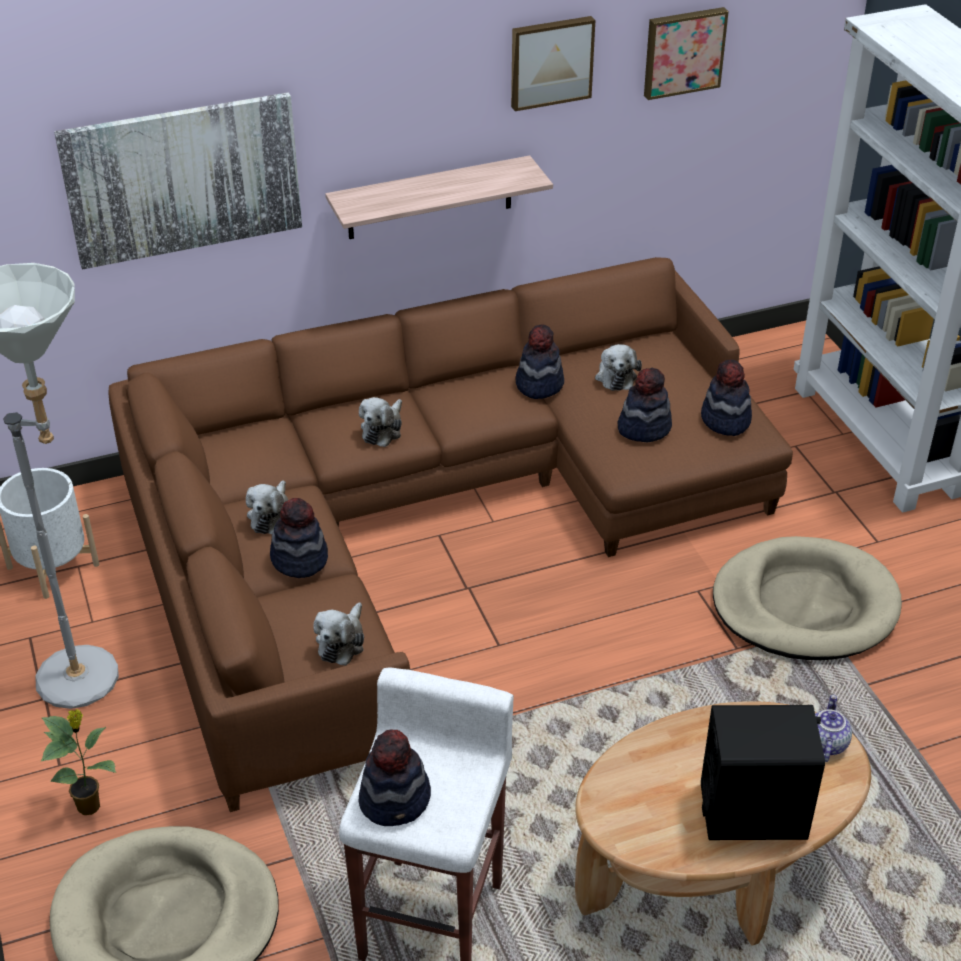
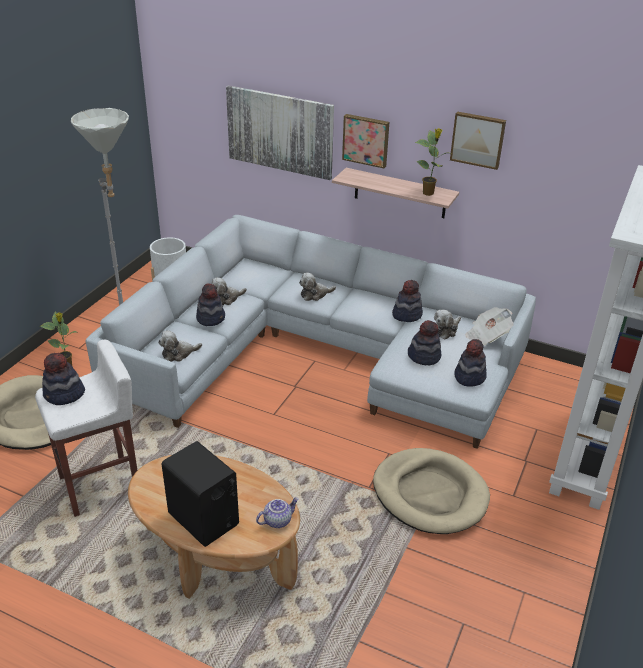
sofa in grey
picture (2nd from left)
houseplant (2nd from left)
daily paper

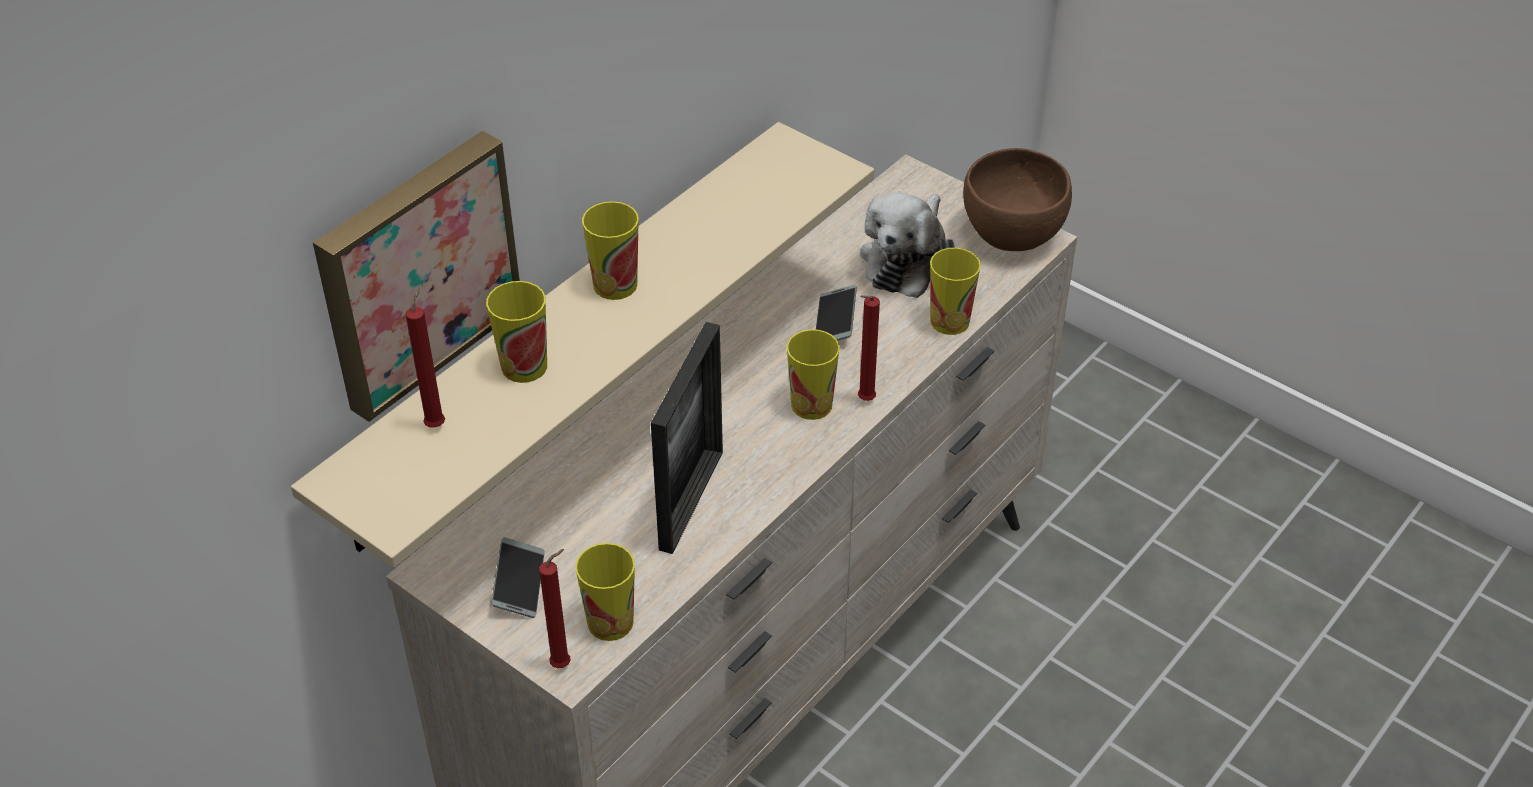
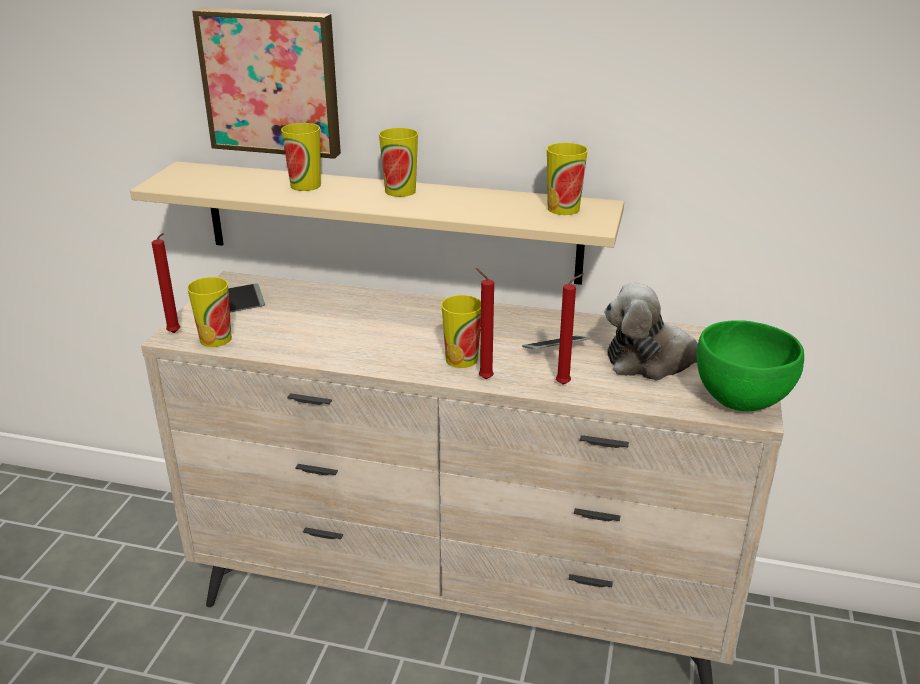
drinking cup (5th from left)
wax light in reddish (3rd from left)
deep dish in green-coloured
photo frame

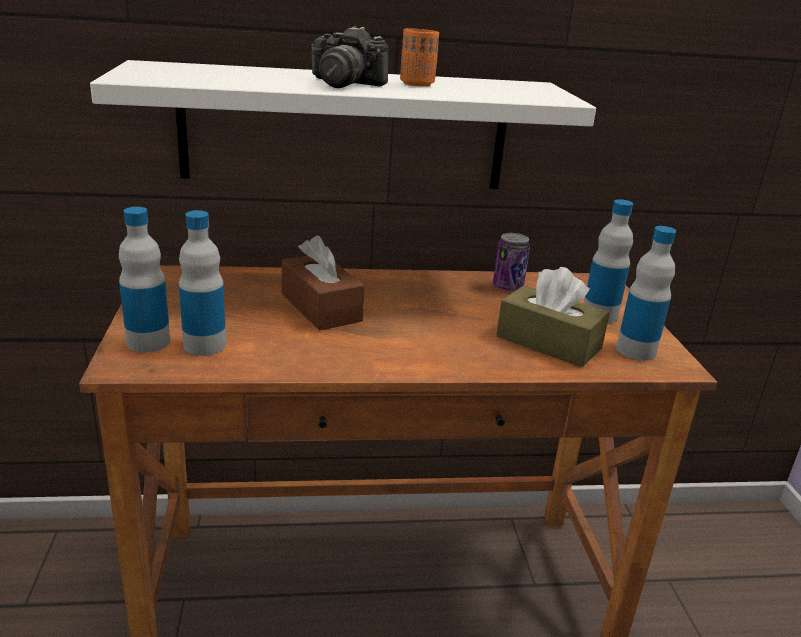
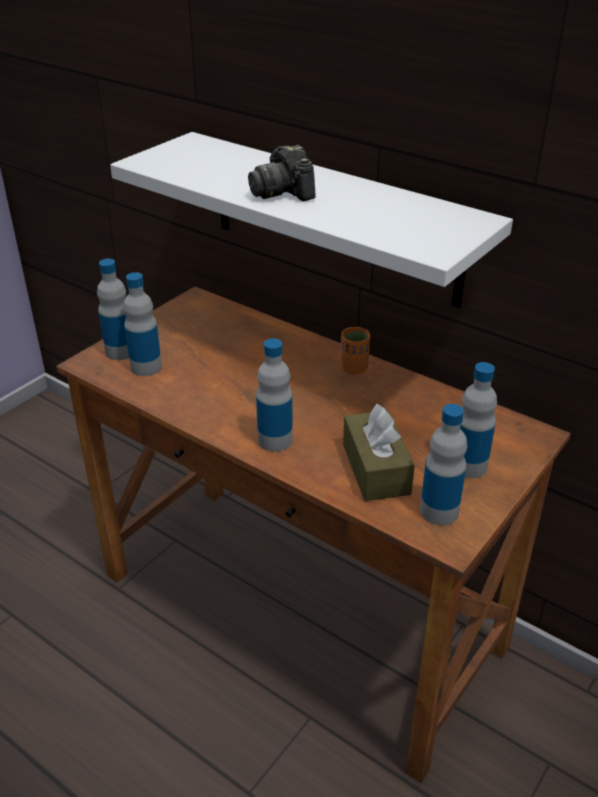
beverage bottle (3rd from left)
drinking cup in orangey
tissue box in brownish (1st from left in the first image)
can

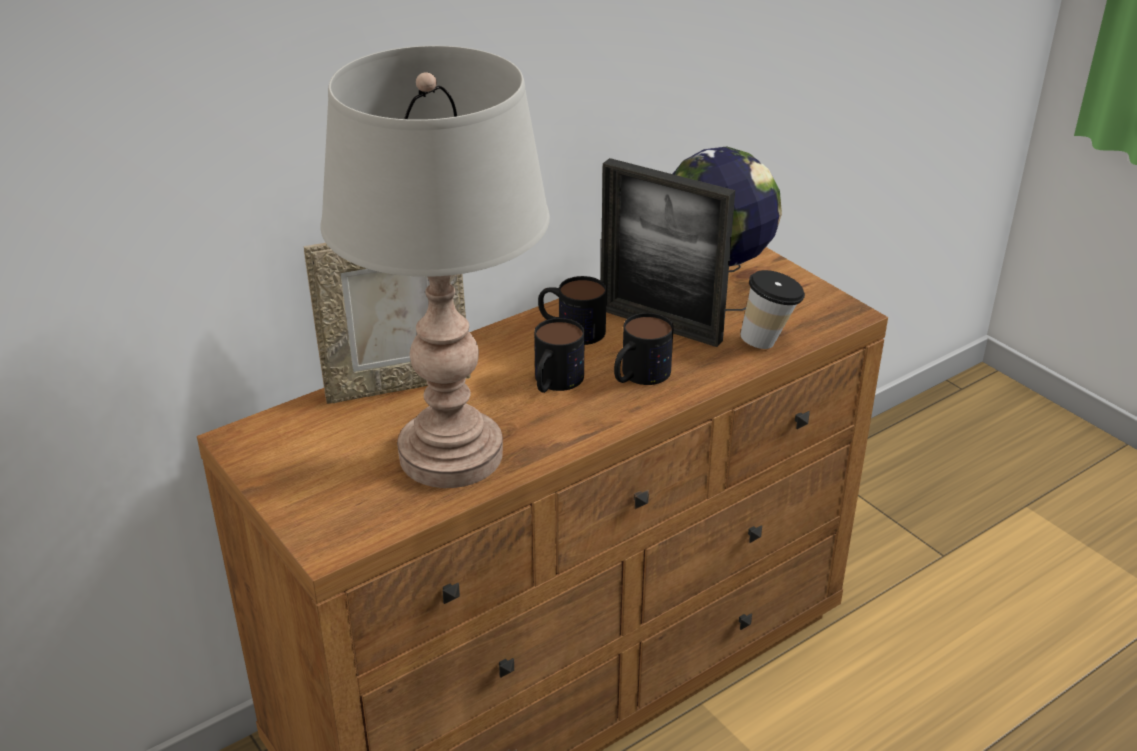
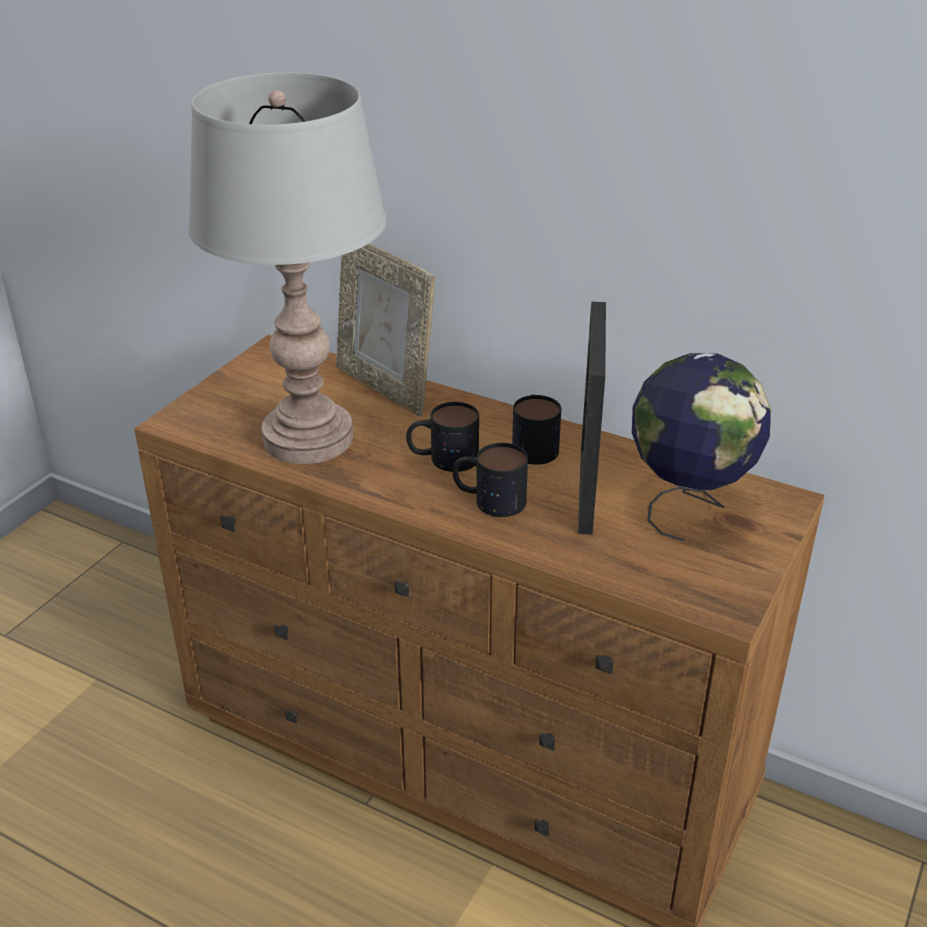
drinking cup

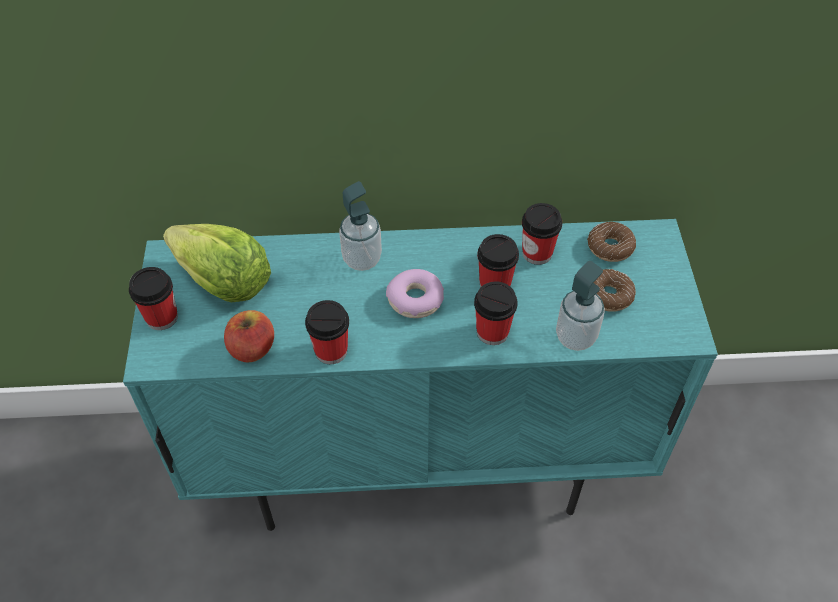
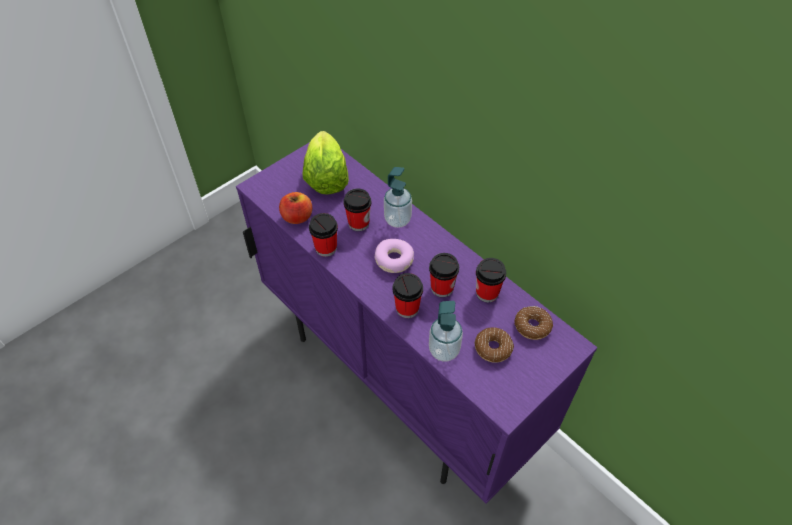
cupboard in purplish
drinking cup (2nd from left)

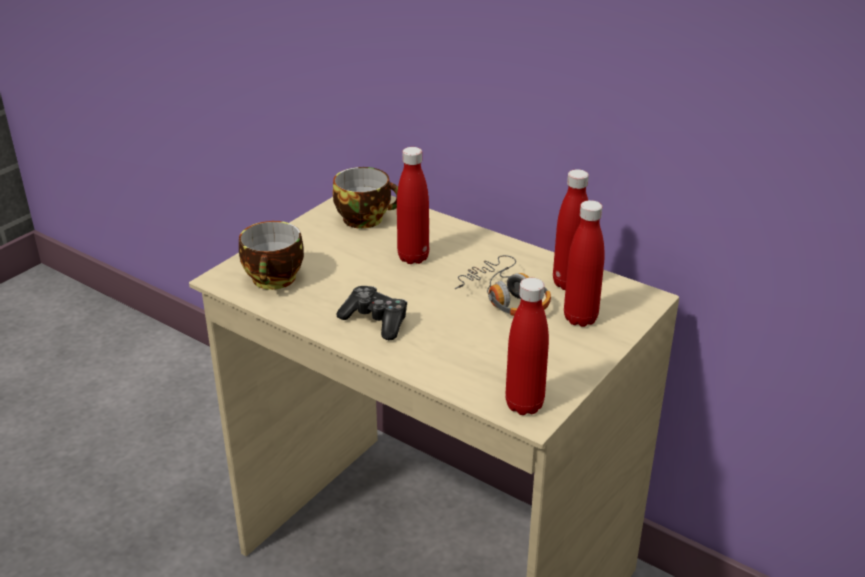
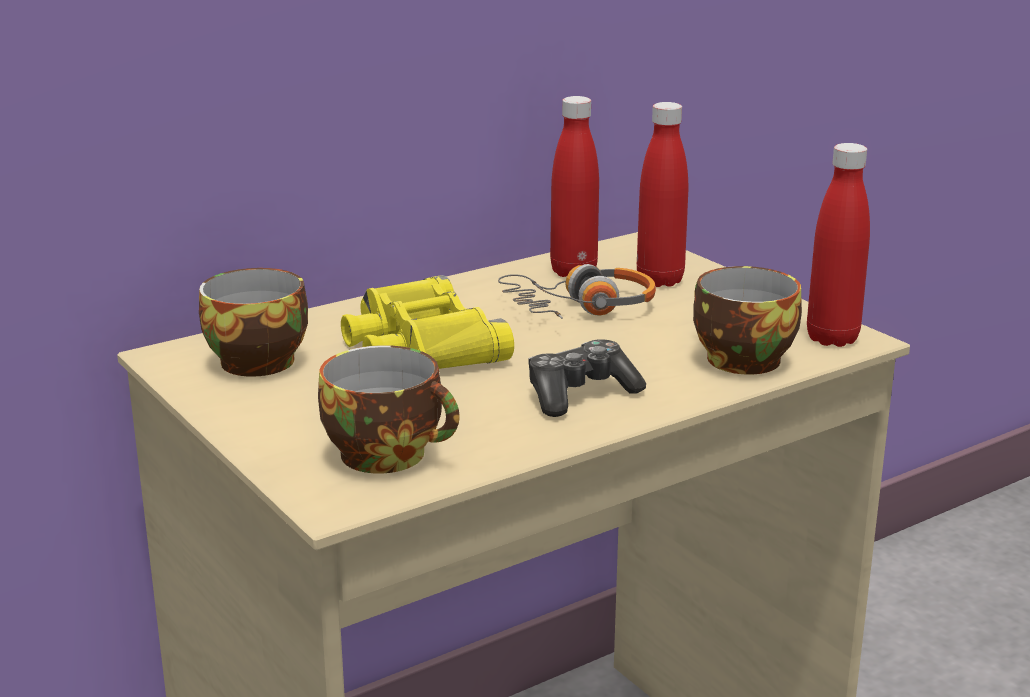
field glasses in yellow-coloured
drinking cup (3rd from left)

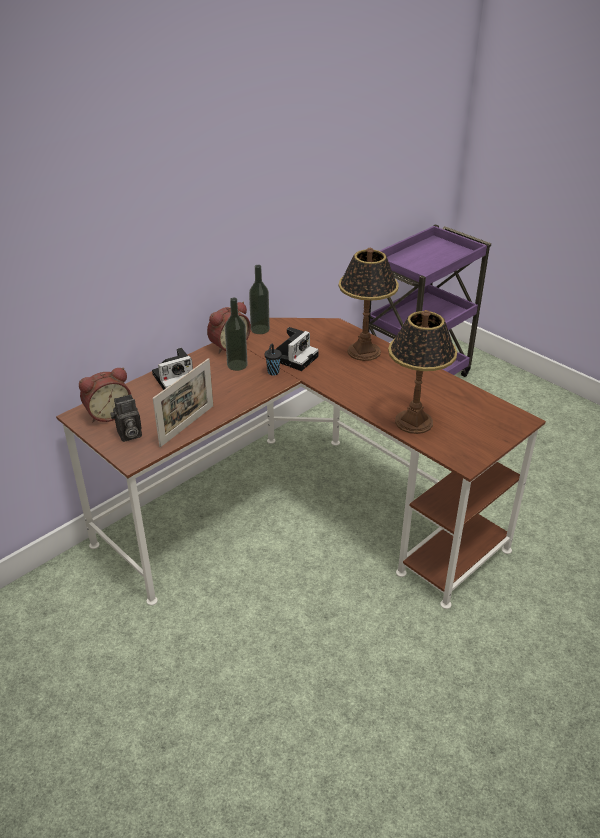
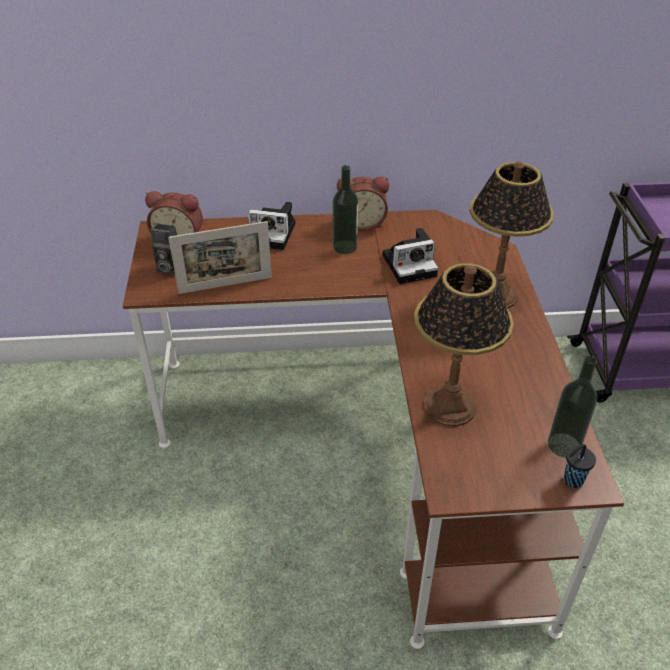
beverage bottle (2nd from left)
drinking cup in blackish

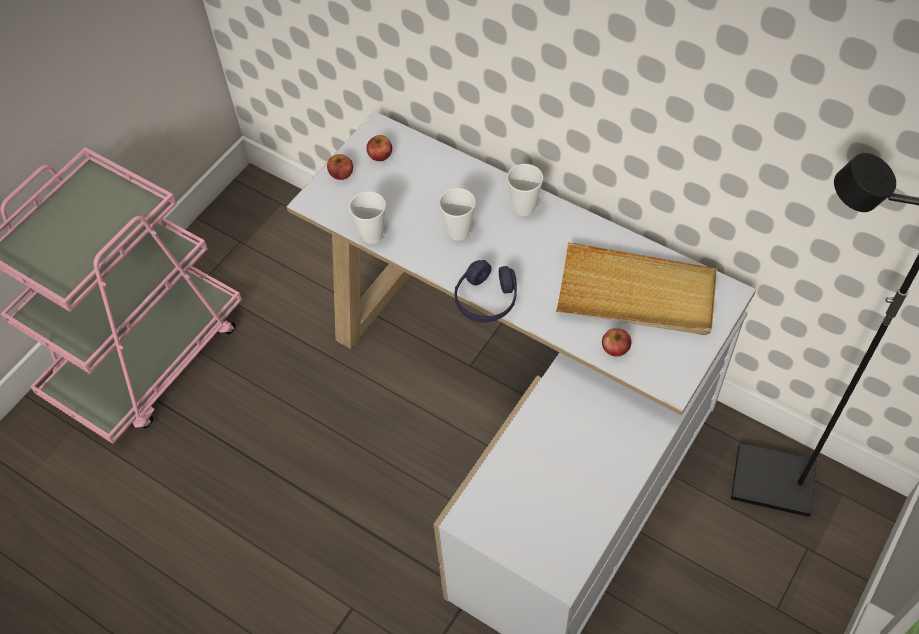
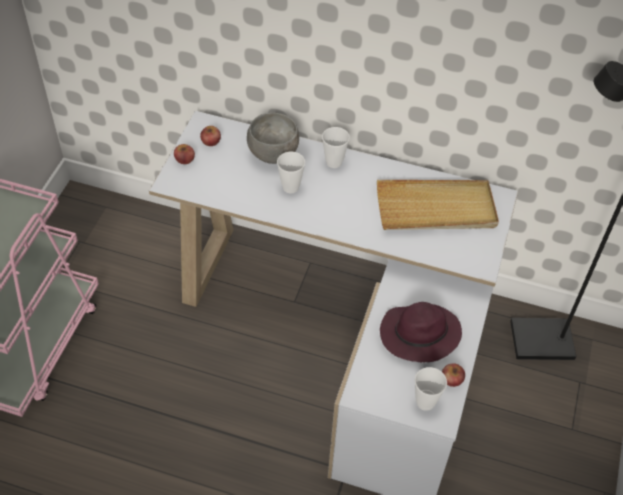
deep dish in grey
clothing hat in purplish
drinking cup (3rd from left)
apple fruit (3rd from left)
headset in purplish

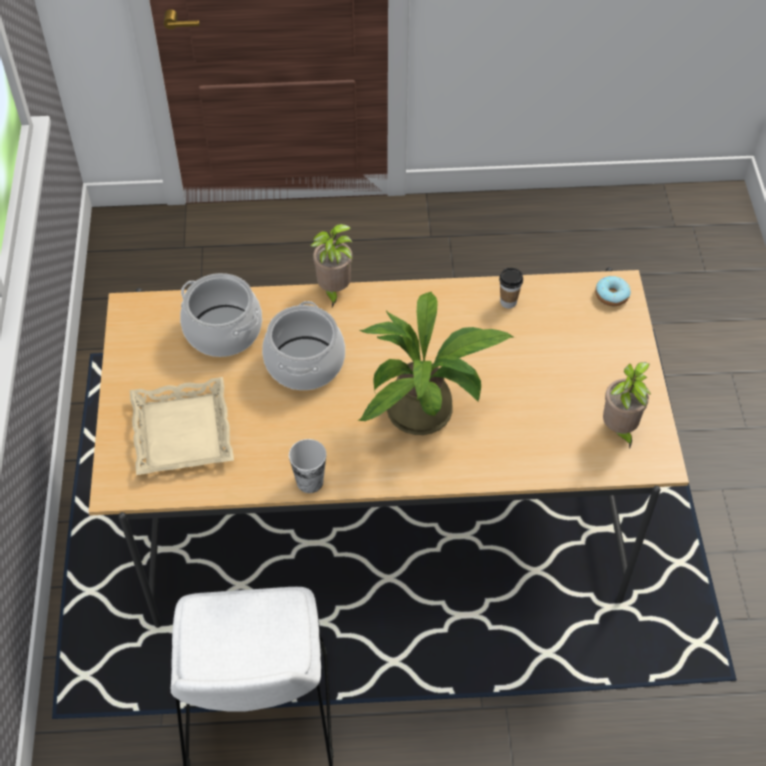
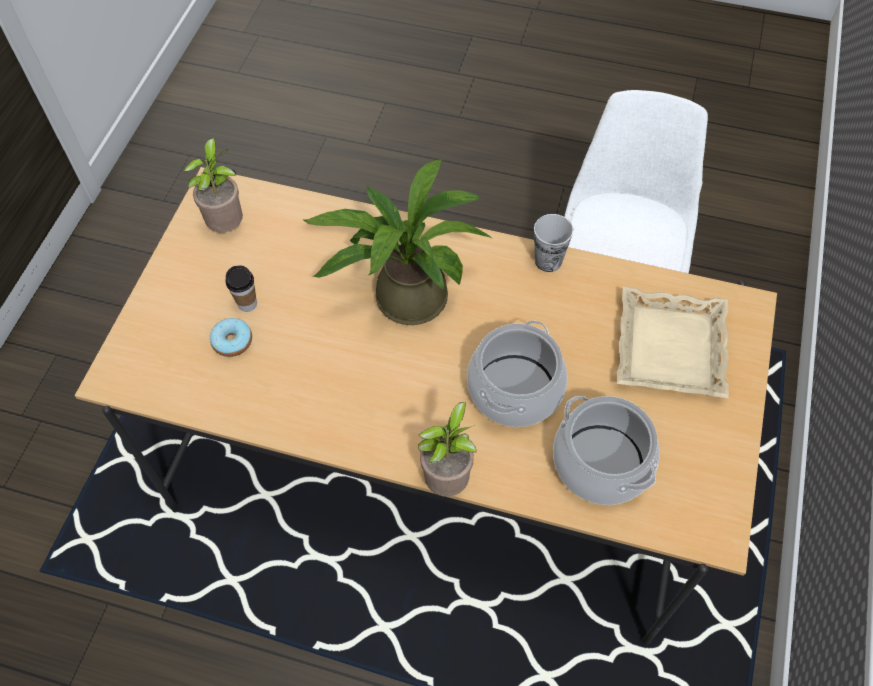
ring doughnut
drinking cup (1st from left)

